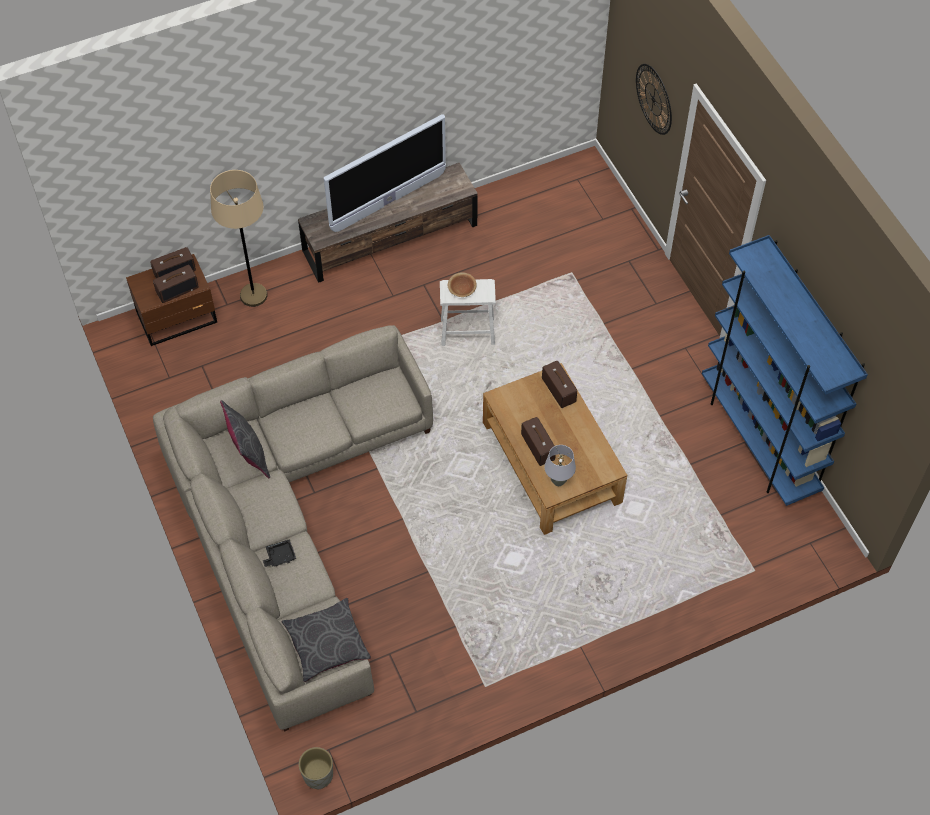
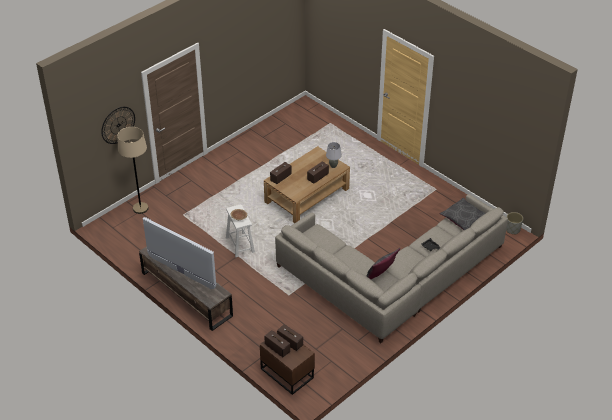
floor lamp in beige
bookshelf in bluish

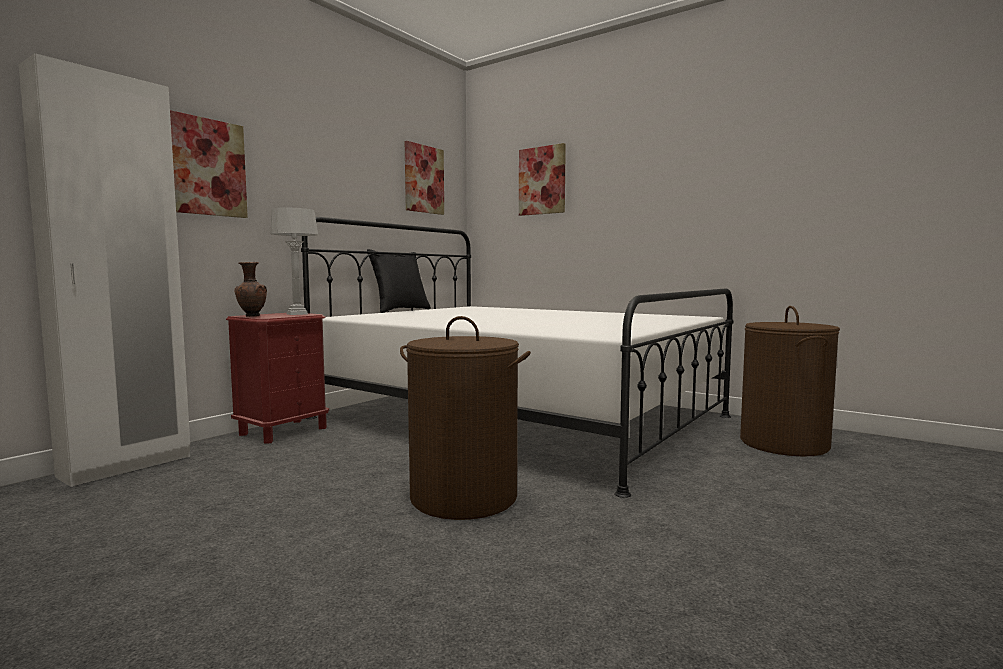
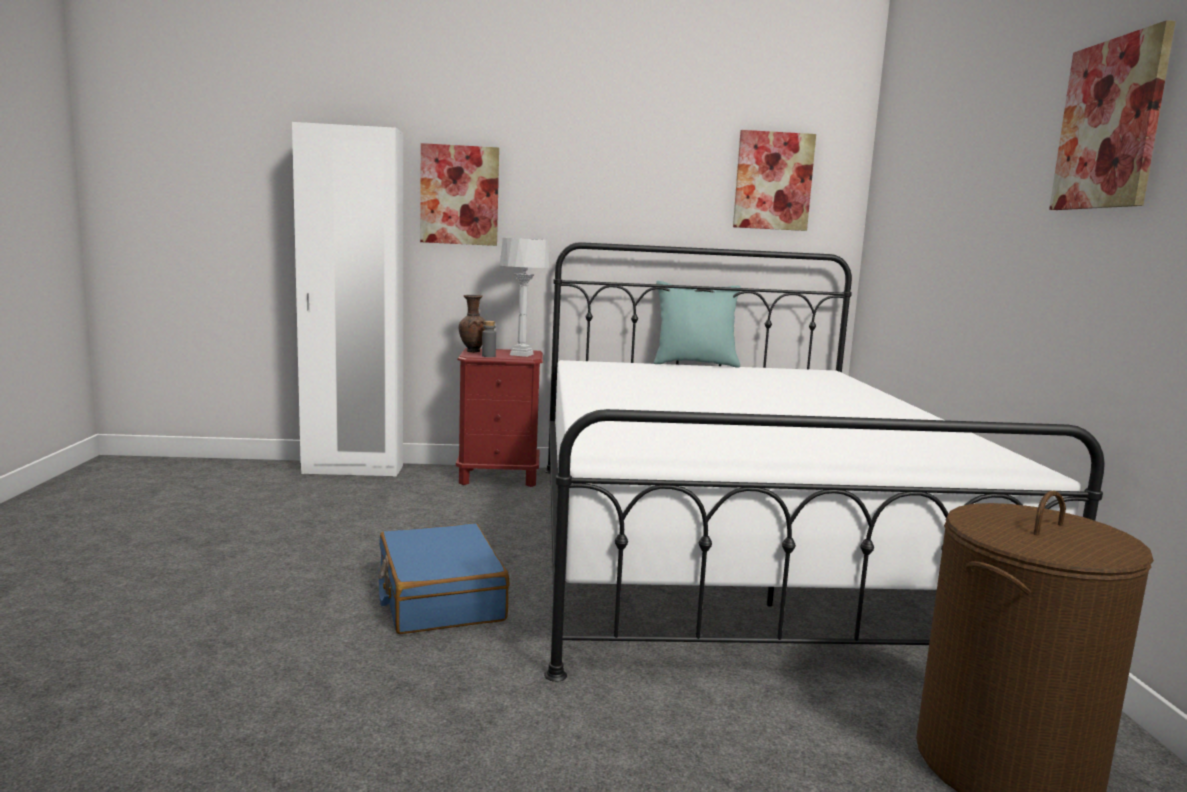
piece of luggage in bluish
beverage bottle in grey
cushion in turquoise
picture (3rd from left)

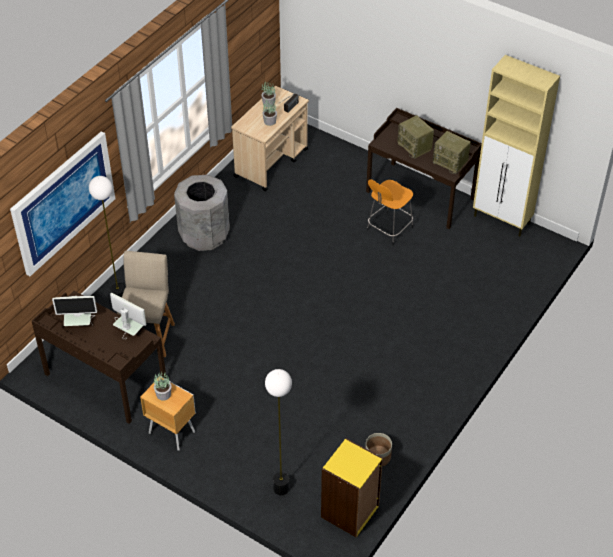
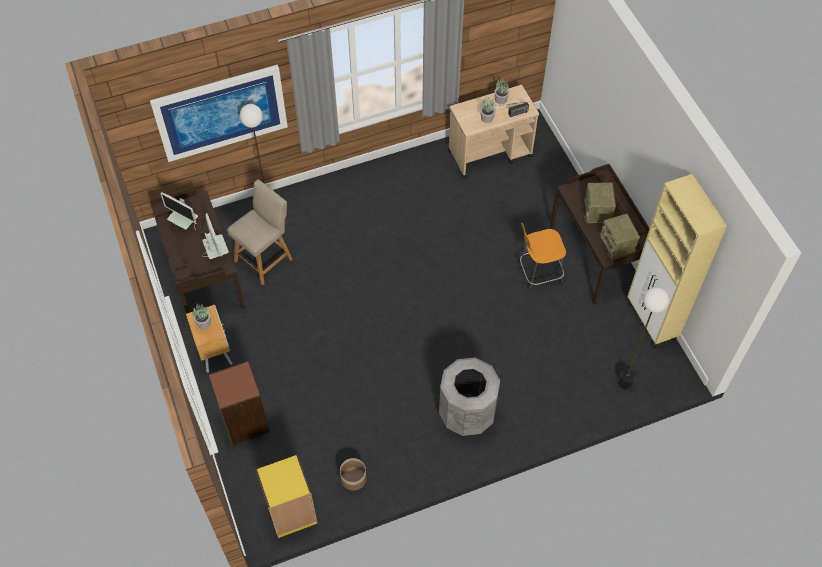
bookshelf in brownish
waste bin in grey
floor lamp (2nd from left)

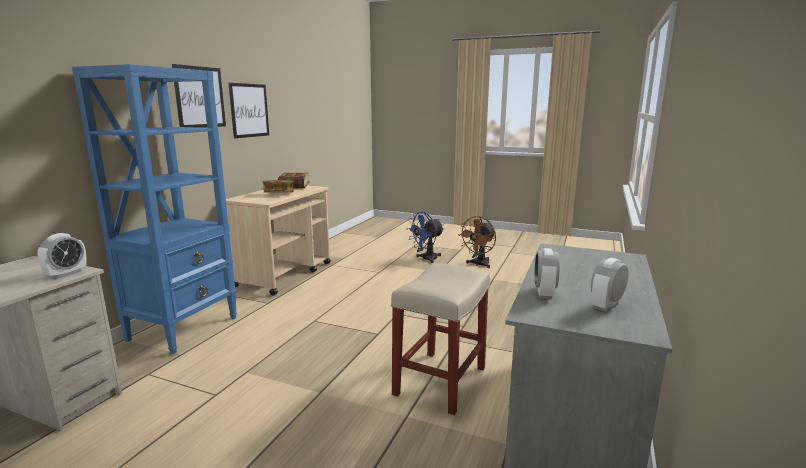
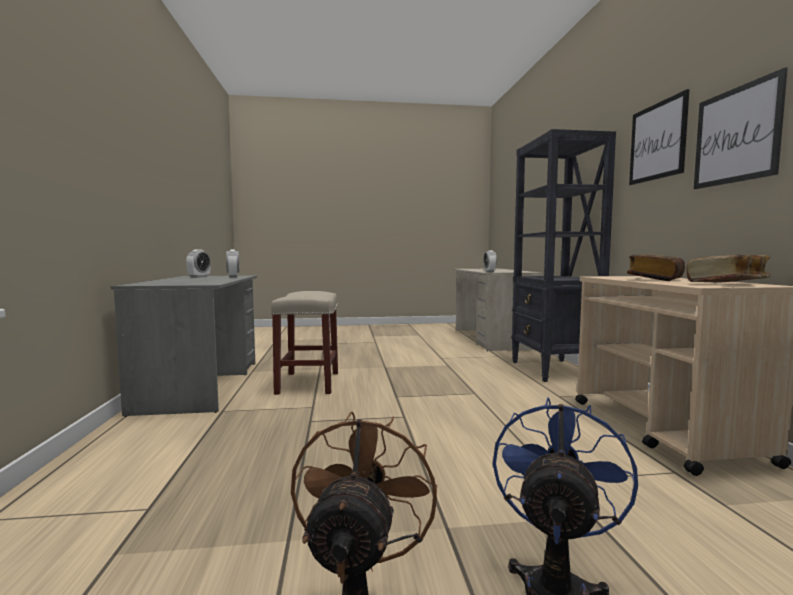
bookshelf in blackish

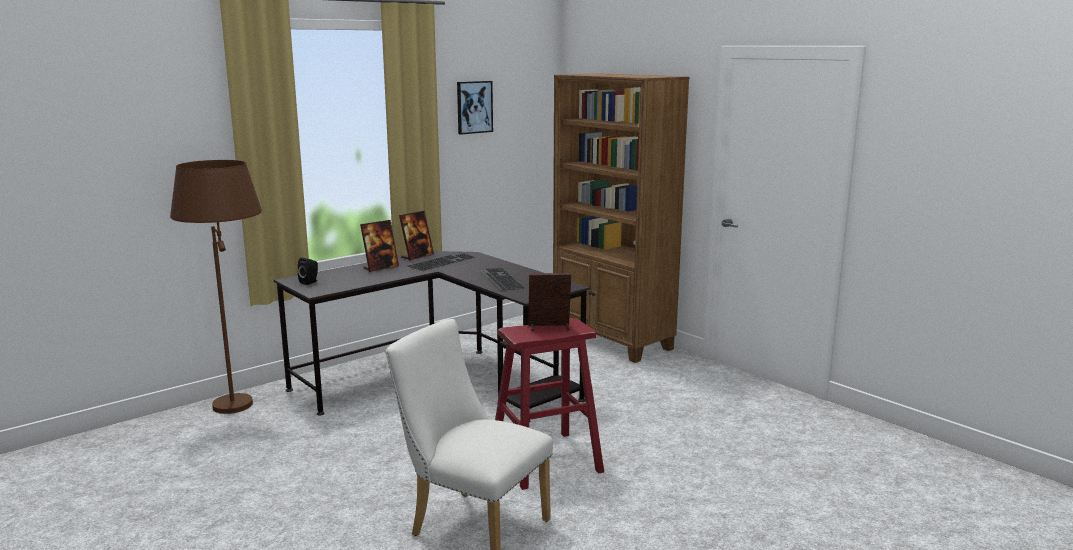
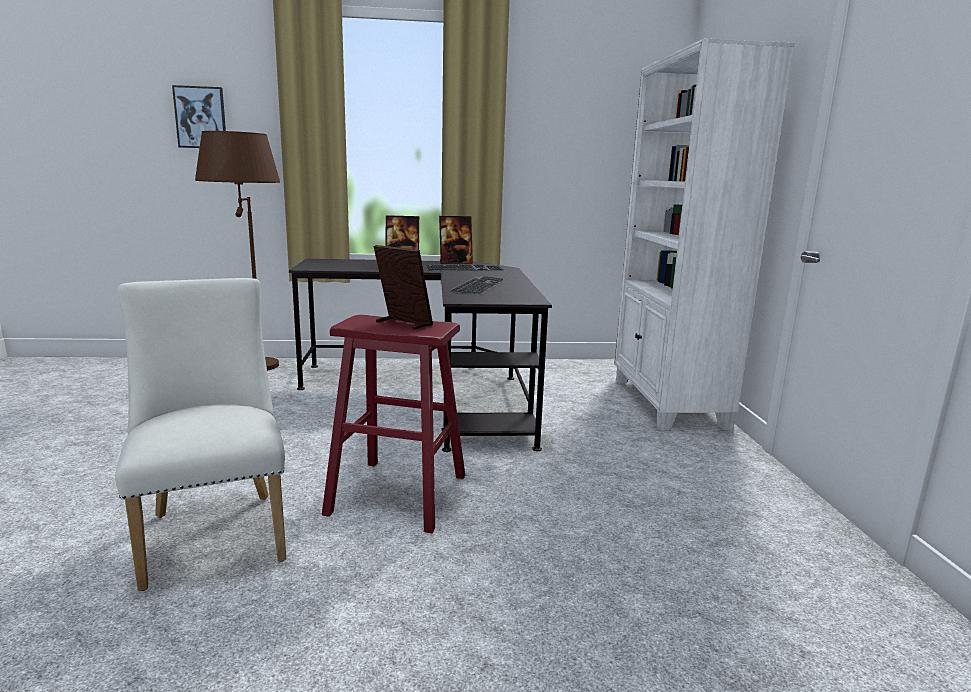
picture
bookshelf in whitish
loudspeaker in blackish

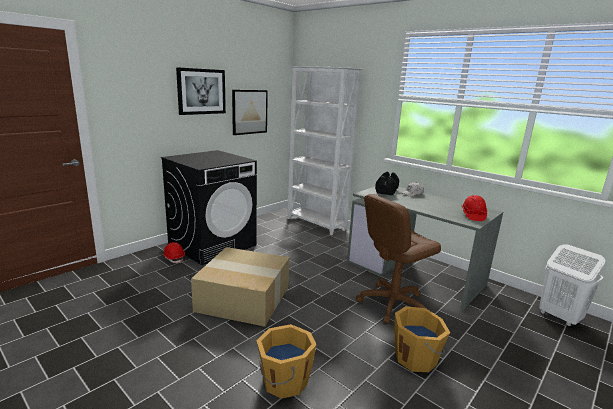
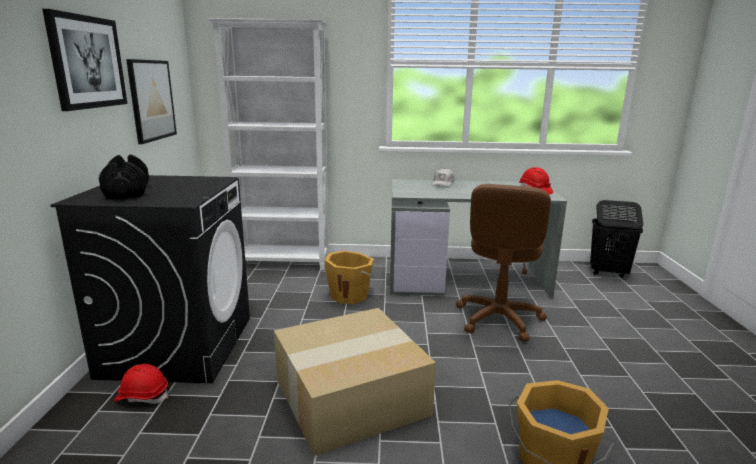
hand weight in blackish
water bucket in orangey (1st from left)
washing basket in blackish

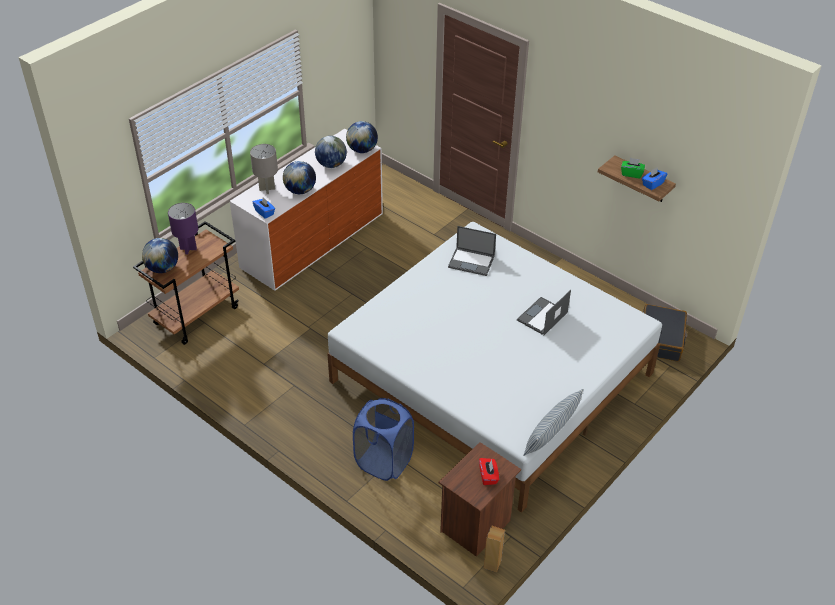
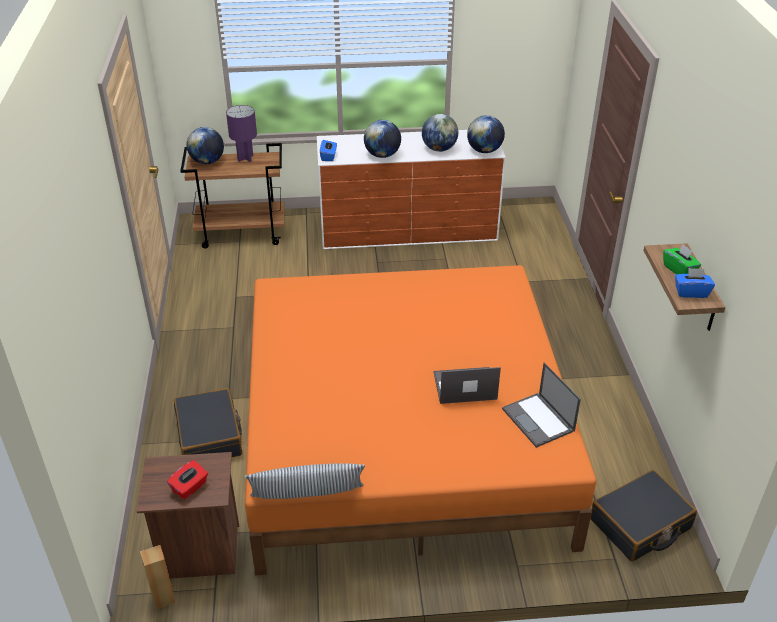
piece of luggage in blackish (1st from left)
bed in orangey
portable computer (2nd from left)
lamp for a table in grey

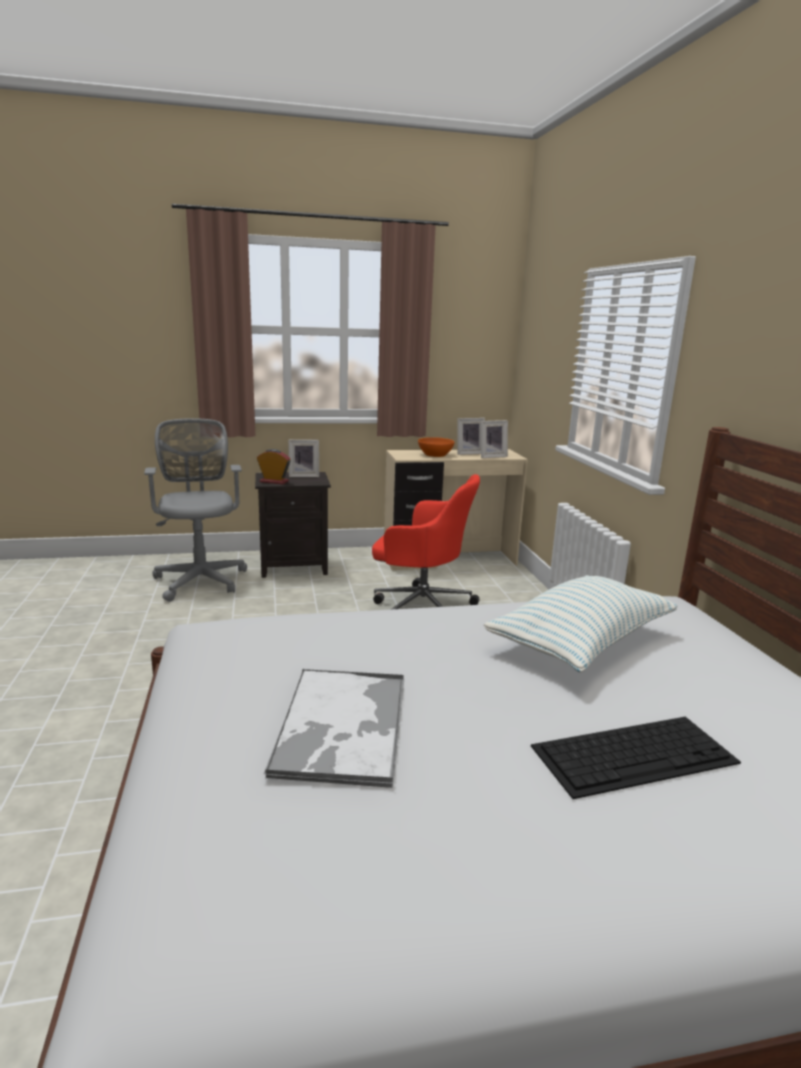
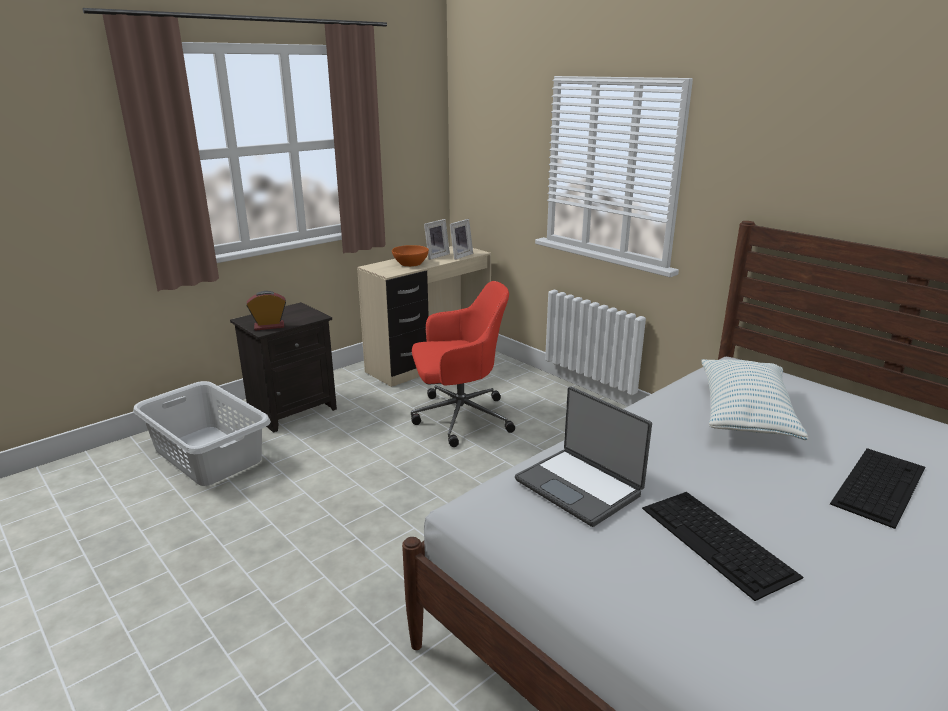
washing basket in grey
portable computer
PC keyboard (1st from left)
photo frame (1st from left in the first image)

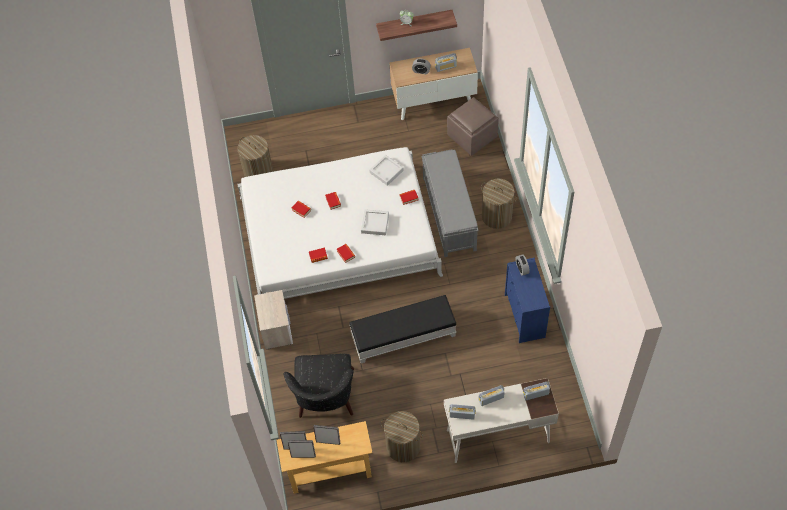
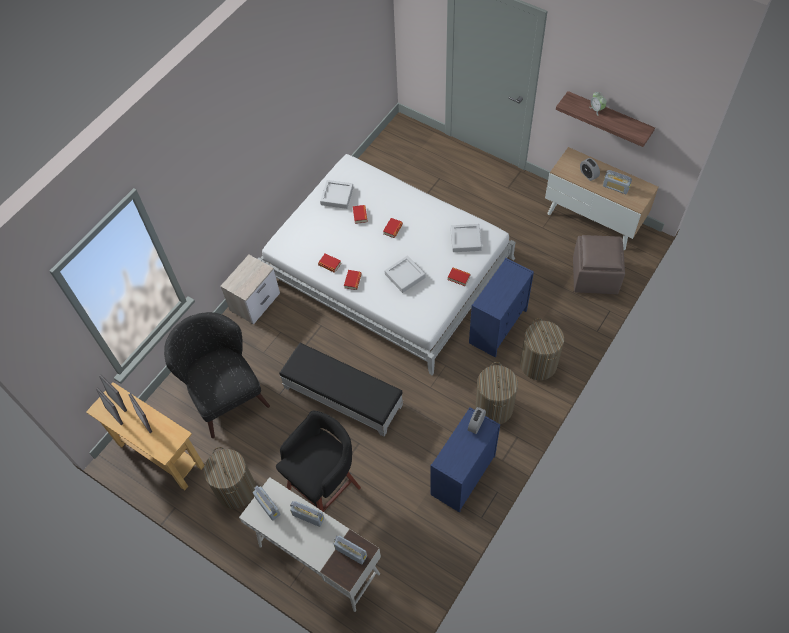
lounge chair in blackish
stool in blackish
tray in grey (1st from left)
chest of drawers in bluish (2nd from left)
washing basket (2nd from left)

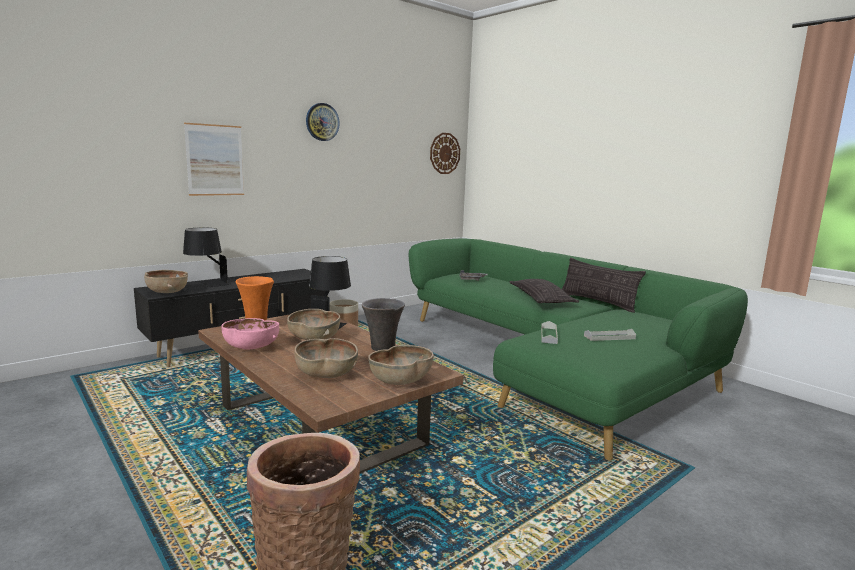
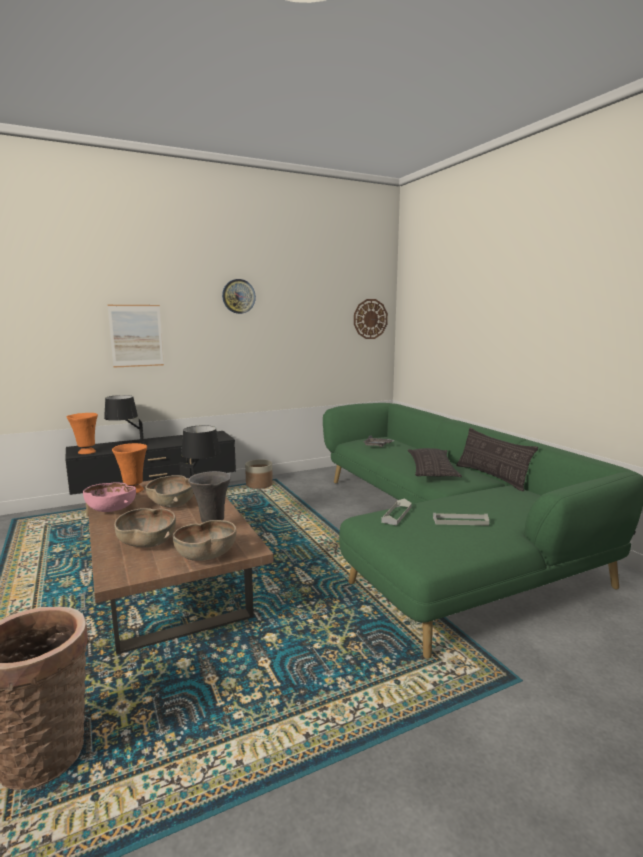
vase in orangey (1st from left)

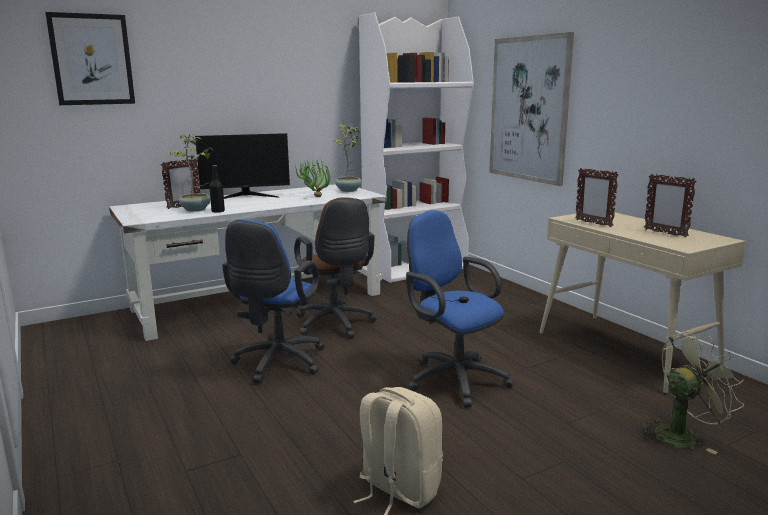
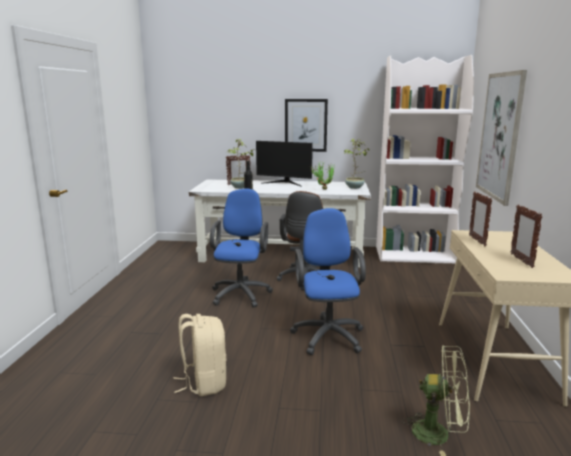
office chair in bluish (1st from left)
picture (1st from left)

